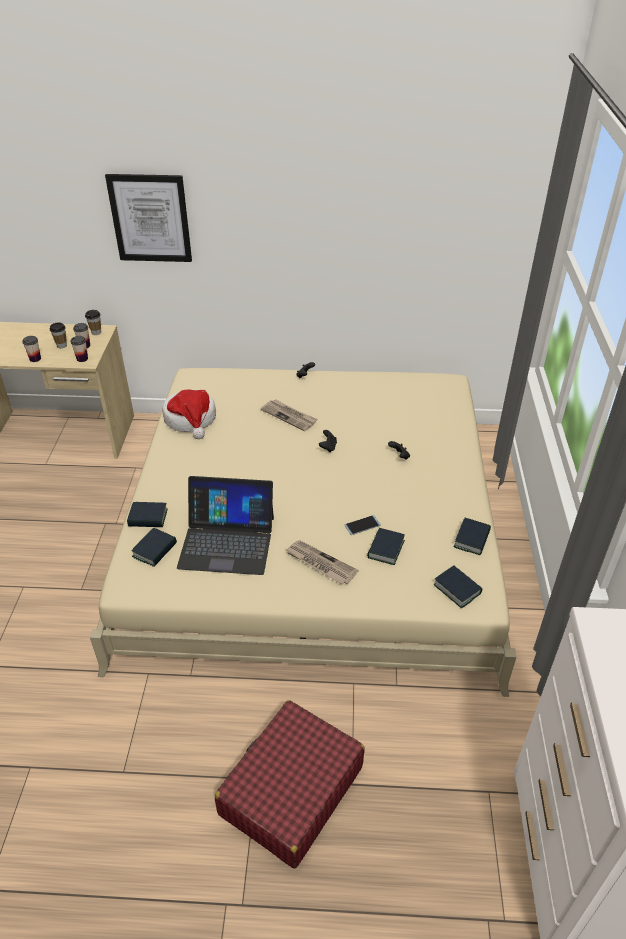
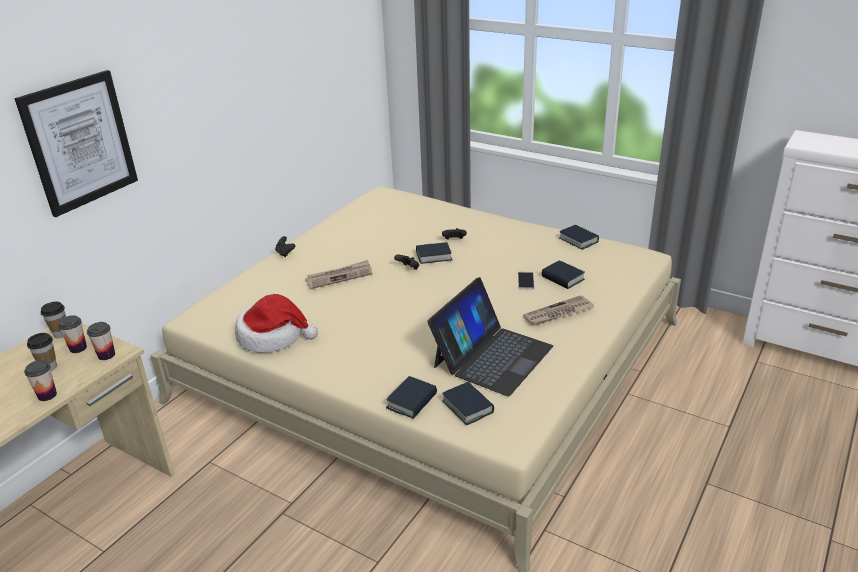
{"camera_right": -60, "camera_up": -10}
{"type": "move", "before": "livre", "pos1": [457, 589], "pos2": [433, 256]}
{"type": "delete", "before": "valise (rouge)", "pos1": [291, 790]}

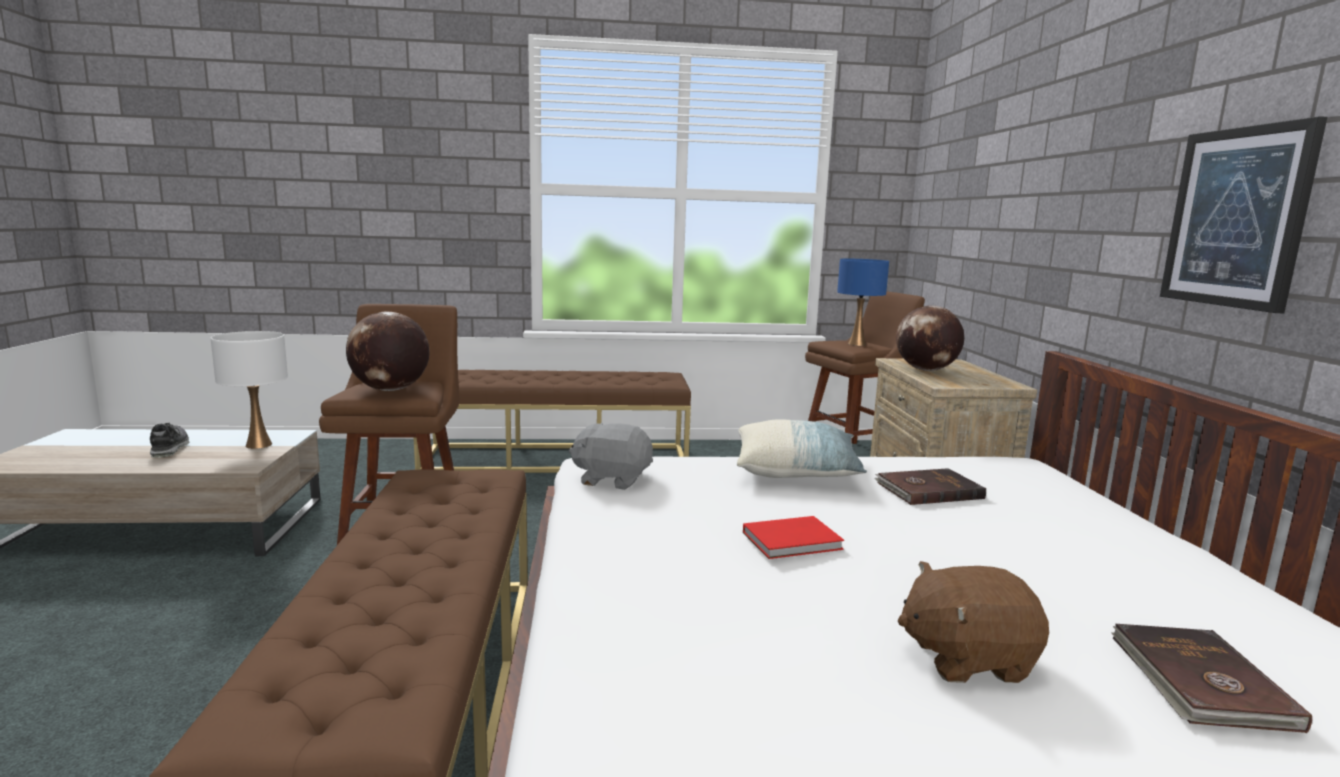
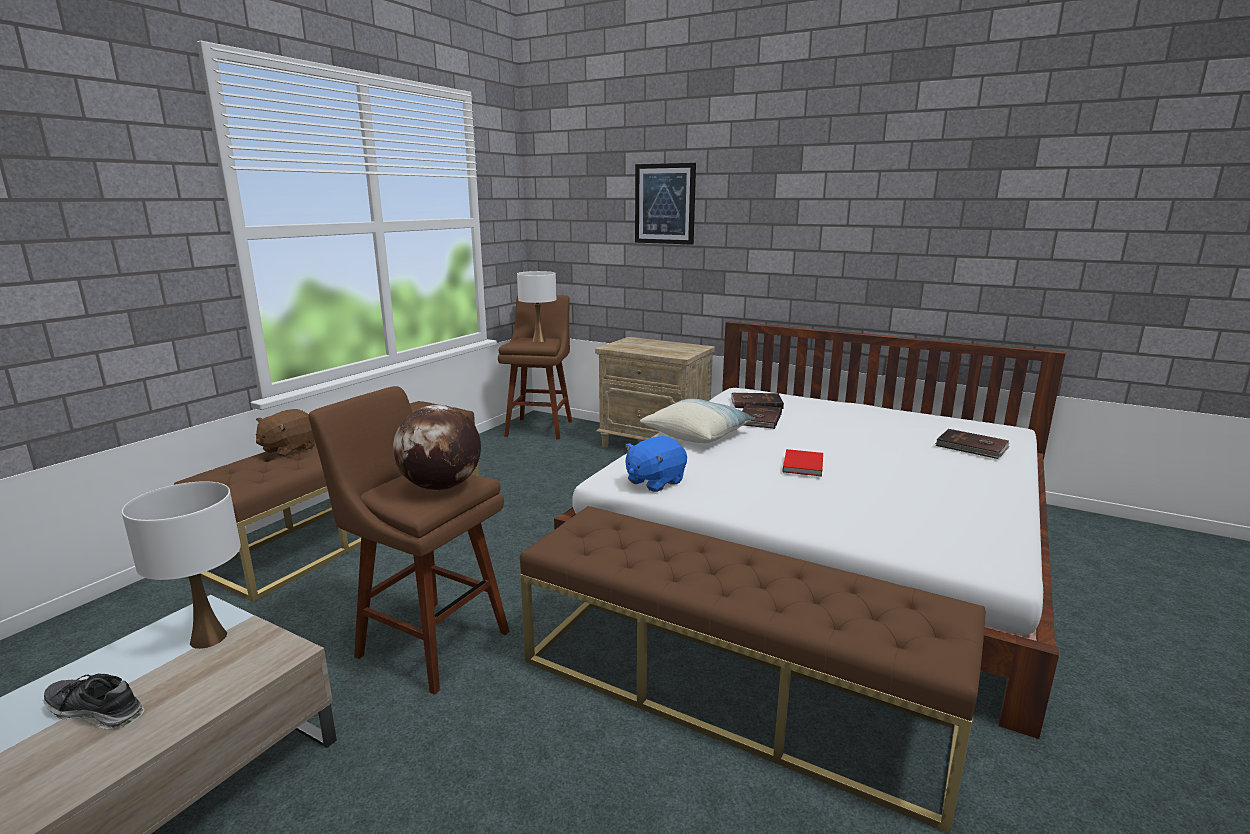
{"camera_right": -55, "camera_up": 5}
{"type": "move", "before": "tableau", "pos1": [1237, 217], "pos2": [665, 204]}
{"type": "recolor", "before": "lampe de table (bleu)", "after": "lampe de table (blanc)", "pos1": [857, 344], "pos2": [539, 340]}
{"type": "delete", "before": "globe", "pos1": [926, 370]}
{"type": "recolor", "before": "peluche (gris)", "after": "peluche (bleu)", "pos1": [612, 479], "pos2": [654, 481]}
{"type": "move", "before": "peluche (marron)", "pos1": [966, 658], "pos2": [289, 449]}
{"type": "insert", "after": "livre (marron)", "pos2": [756, 403]}

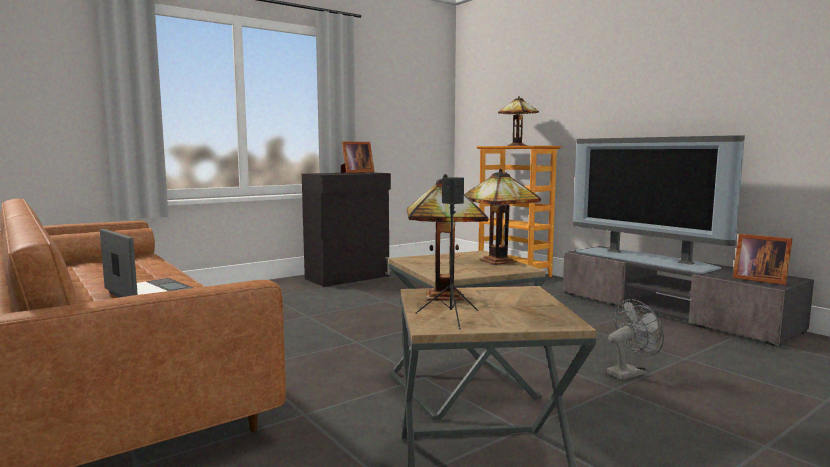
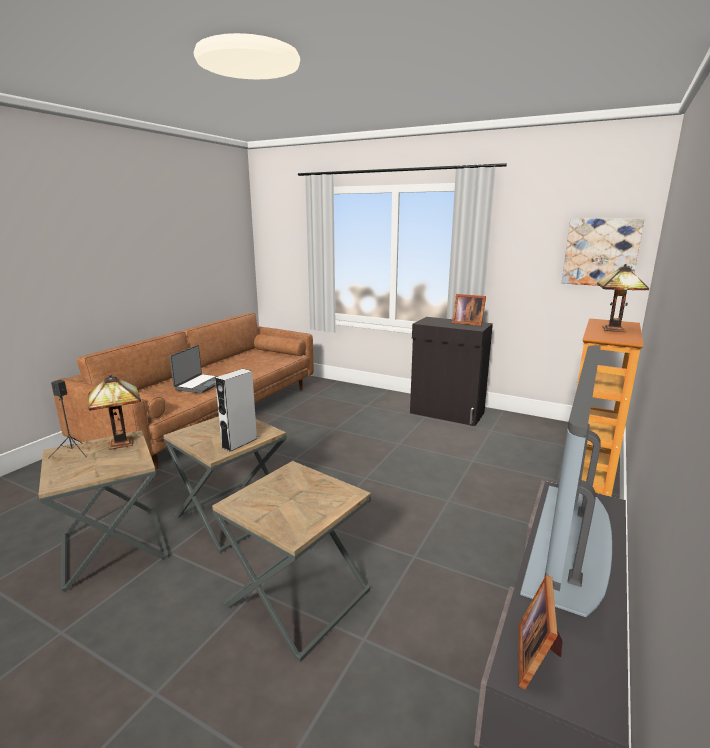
{"camera_right": 65, "camera_up": 10}
{"type": "replace", "before": "lampe de table", "after": "enceinte (gris)", "pos1": [498, 261], "pos2": [239, 443]}
{"type": "replace", "before": "ventilateur (gris)", "after": "table d'appoint (marron)", "pos1": [630, 372], "pos2": [298, 597]}
{"type": "insert", "after": "tableau", "pos2": [601, 252]}

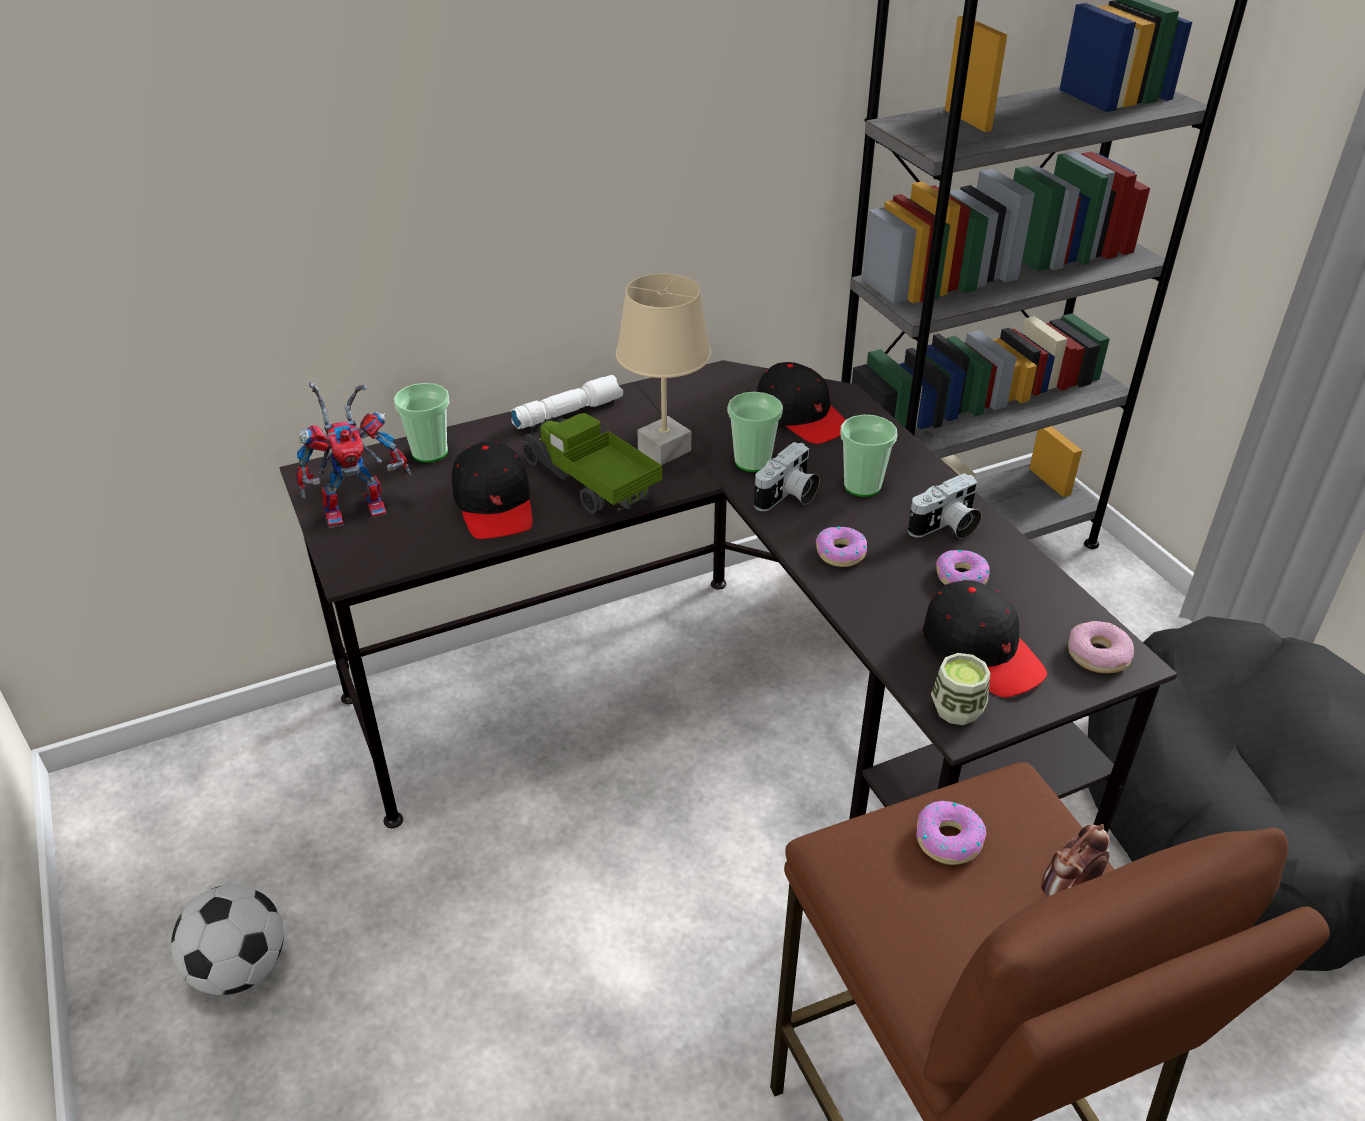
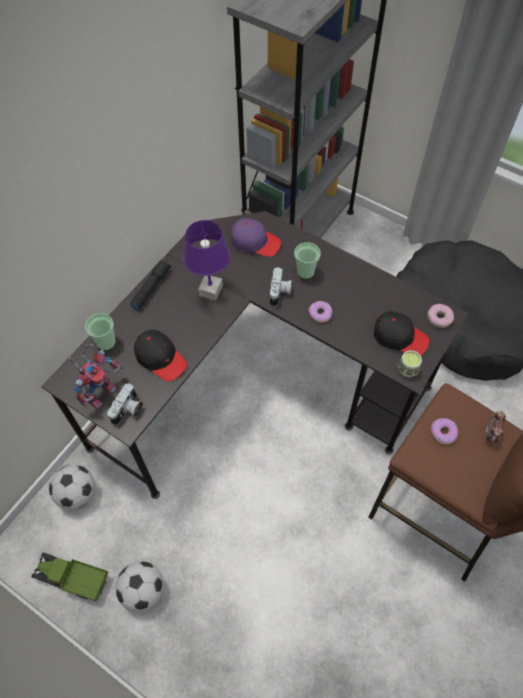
{"camera_right": -30, "camera_up": 20}
{"type": "recolor", "before": "lampe de table (beige)", "after": "lampe de table (violet)", "pos1": [664, 450], "pos2": [210, 290]}
{"type": "recolor", "before": "casquette (noir)", "after": "casquette (violet)", "pos1": [802, 416], "pos2": [255, 242]}
{"type": "recolor", "before": "lampe de poche (blanc)", "after": "lampe de poche (noir)", "pos1": [568, 412], "pos2": [151, 287]}
{"type": "delete", "before": "tasse", "pos1": [752, 461]}
{"type": "move", "before": "camion jouet", "pos1": [588, 483], "pos2": [73, 578]}
{"type": "move", "before": "appareil photo", "pos1": [946, 528], "pos2": [128, 410]}
{"type": "delete", "before": "beignet", "pos1": [961, 577]}
{"type": "insert", "after": "ballon de foot", "pos2": [77, 494]}

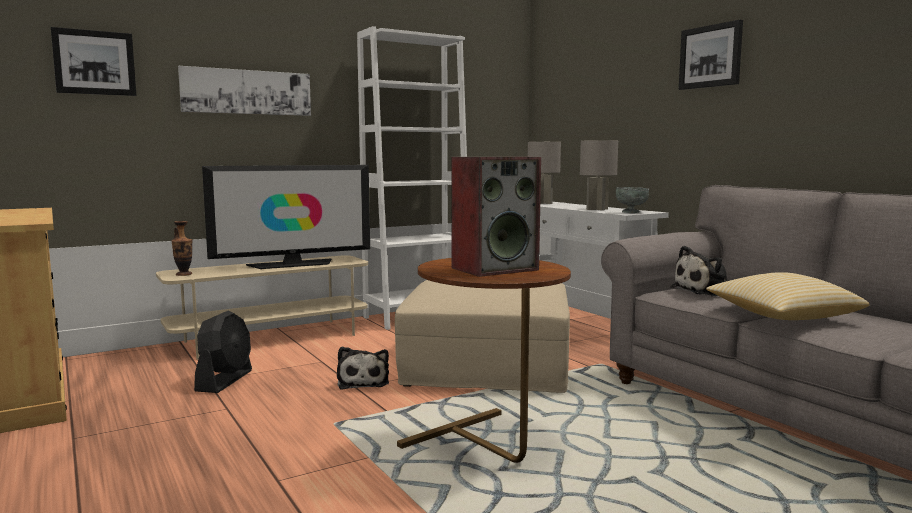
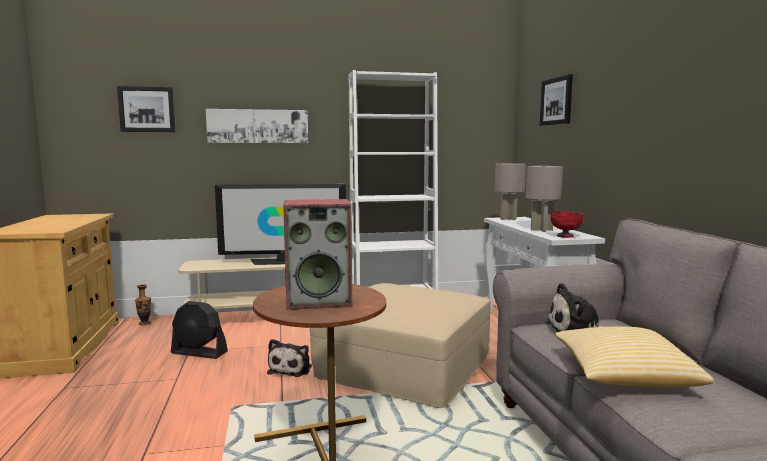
{"camera_right": 20, "camera_up": 0}
{"type": "move", "before": "tableau", "pos1": [710, 56], "pos2": [557, 101]}
{"type": "recolor", "before": "bol (gris)", "after": "bol (rouge)", "pos1": [631, 212], "pos2": [566, 236]}
{"type": "move", "before": "vase", "pos1": [184, 274], "pos2": [144, 323]}
{"type": "rotate", "before": "ventilateur (noir)", "pos1": [225, 380], "pos2": [199, 353], "turn": 75}

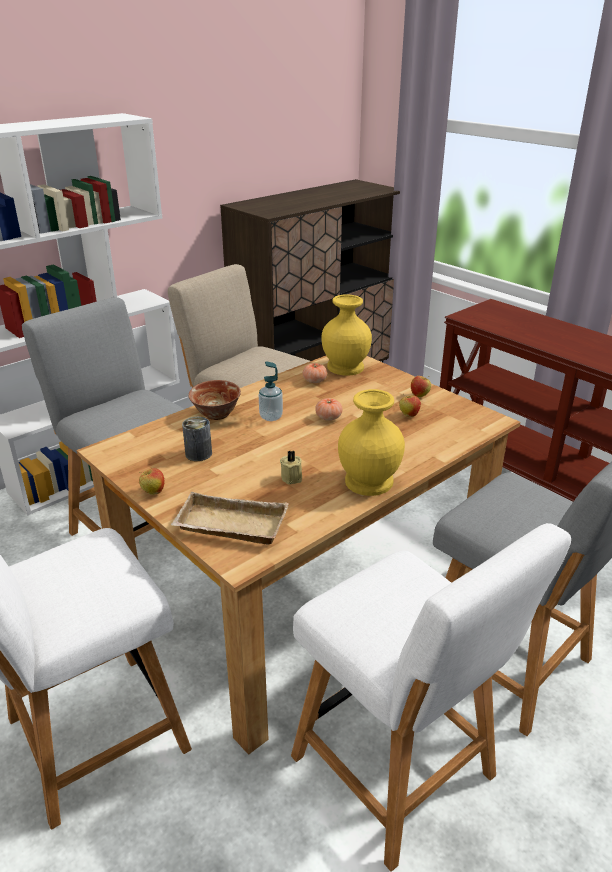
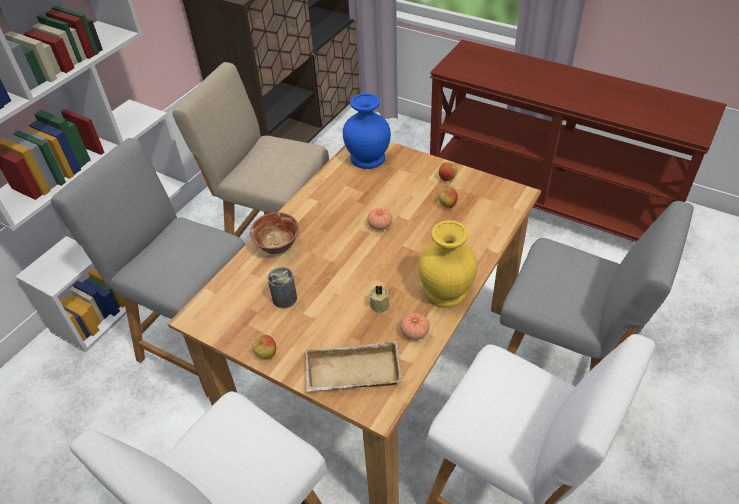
{"camera_right": -15, "camera_up": 15}
{"type": "recolor", "before": "vase (jaune)", "after": "vase (bleu)", "pos1": [346, 367], "pos2": [368, 158]}
{"type": "delete", "before": "distributeur de savon", "pos1": [271, 417]}
{"type": "move", "before": "tomate", "pos1": [314, 381], "pos2": [414, 332]}

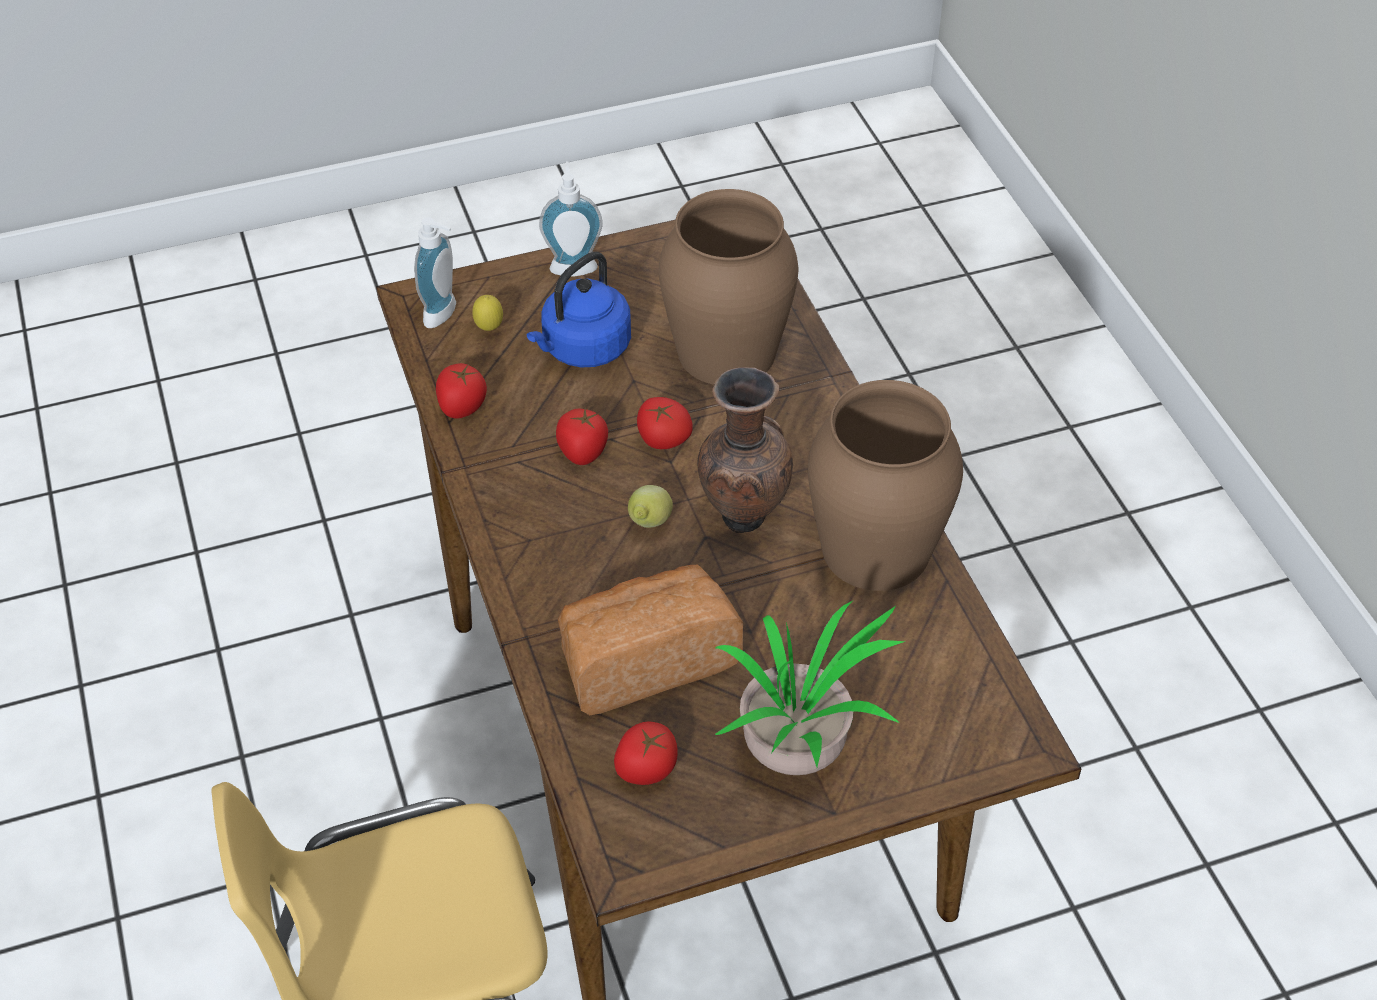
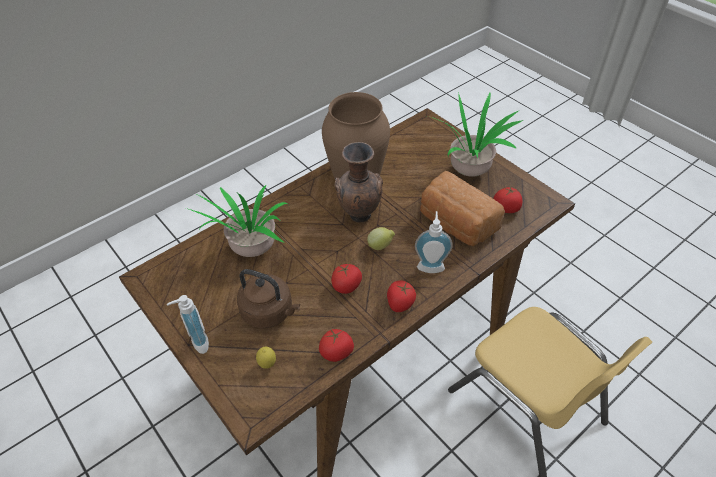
{"camera_right": -110, "camera_up": 0}
{"type": "replace", "before": "vase (marron)", "after": "plante en pot", "pos1": [727, 352], "pos2": [251, 251]}
{"type": "move", "before": "distributeur de savon", "pos1": [445, 315], "pos2": [430, 265]}
{"type": "recolor", "before": "bouilloire (bleu)", "after": "bouilloire (marron)", "pos1": [583, 349], "pos2": [270, 312]}
{"type": "move", "before": "tomate", "pos1": [663, 439], "pos2": [400, 304]}

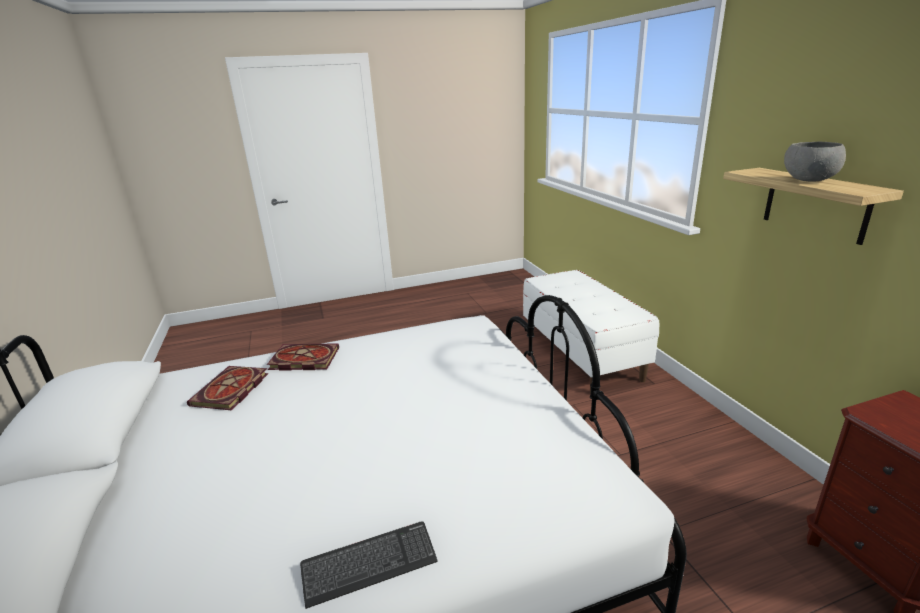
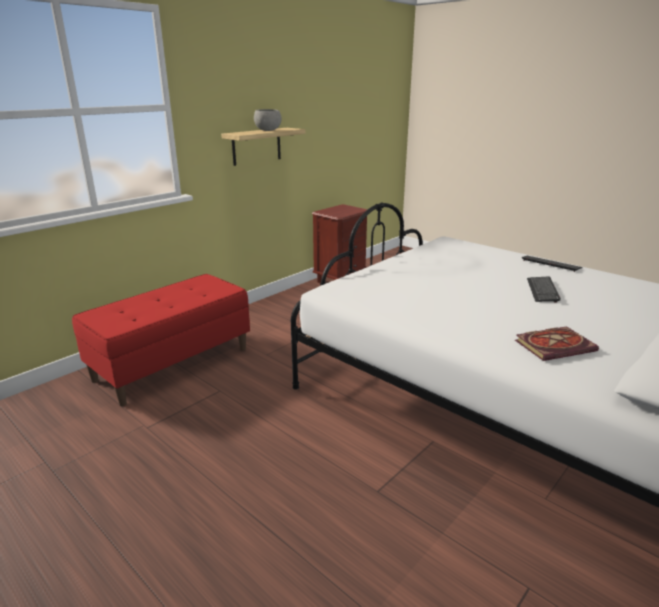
{"camera_right": -120, "camera_up": 0}
{"type": "recolor", "before": "banc (blanc)", "after": "banc (rouge)", "pos1": [581, 354], "pos2": [173, 364]}
{"type": "delete", "before": "livre", "pos1": [302, 360]}
{"type": "insert", "after": "clavier", "pos2": [542, 290]}

